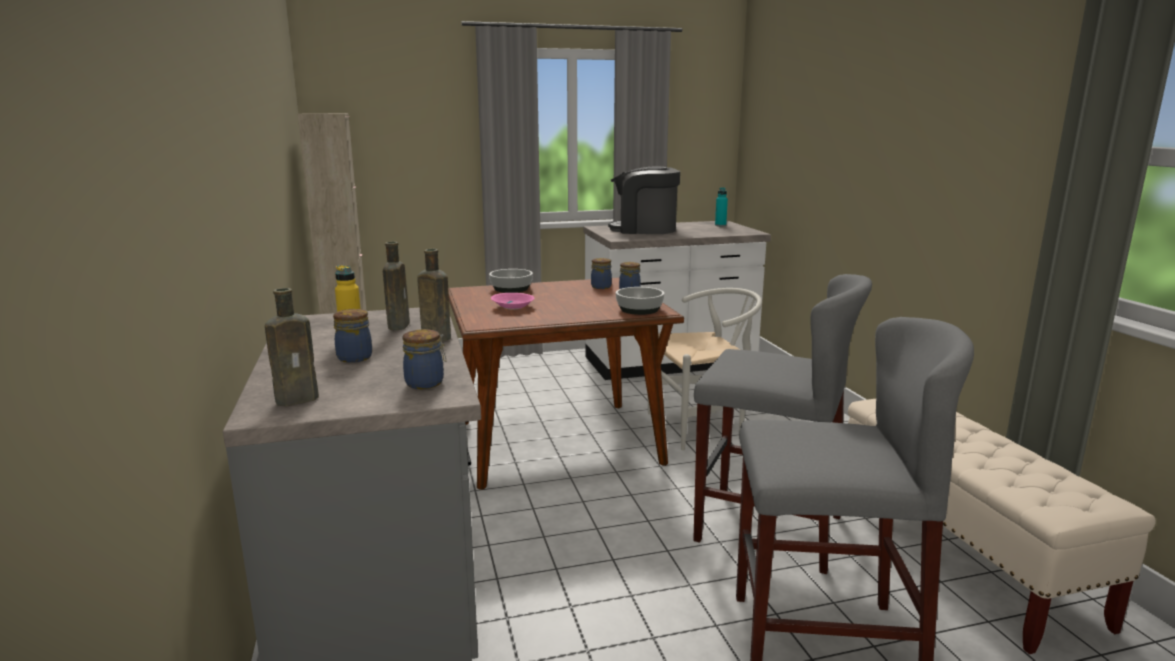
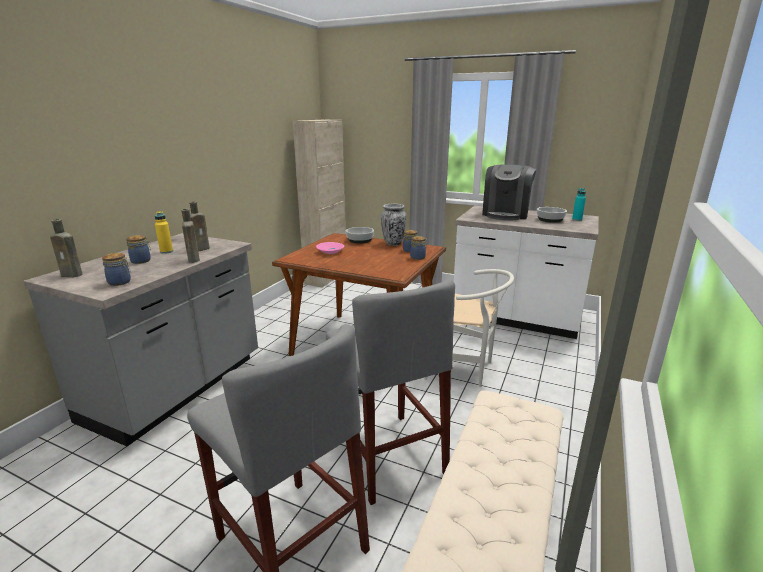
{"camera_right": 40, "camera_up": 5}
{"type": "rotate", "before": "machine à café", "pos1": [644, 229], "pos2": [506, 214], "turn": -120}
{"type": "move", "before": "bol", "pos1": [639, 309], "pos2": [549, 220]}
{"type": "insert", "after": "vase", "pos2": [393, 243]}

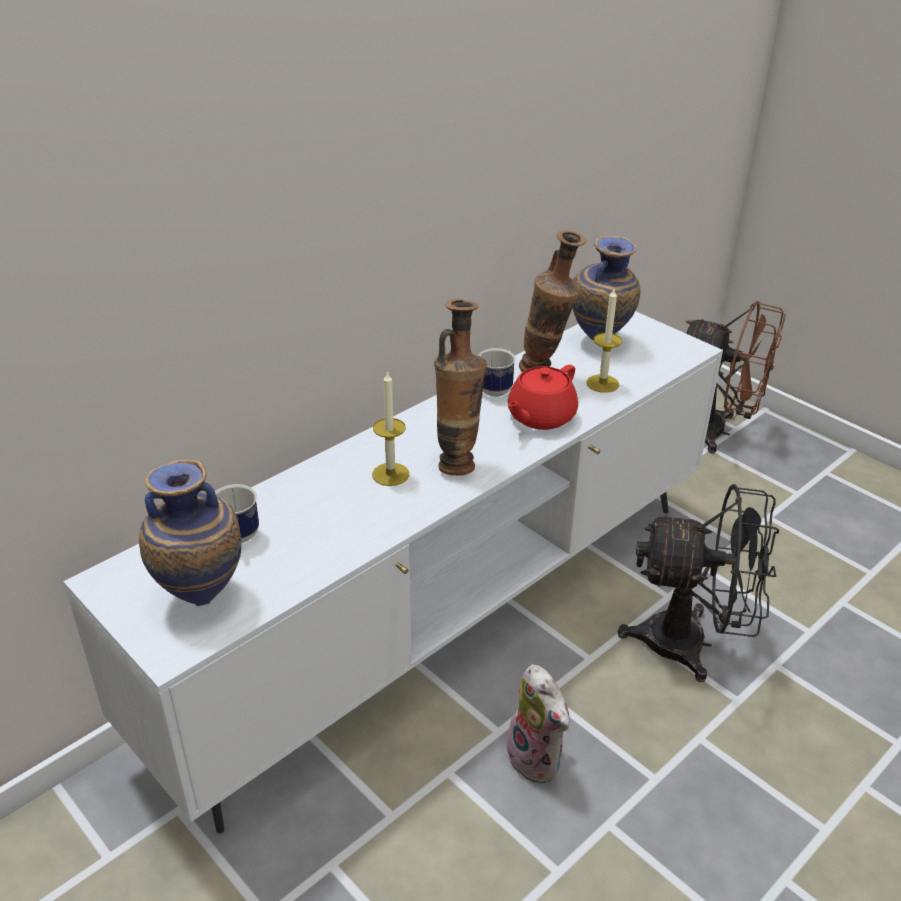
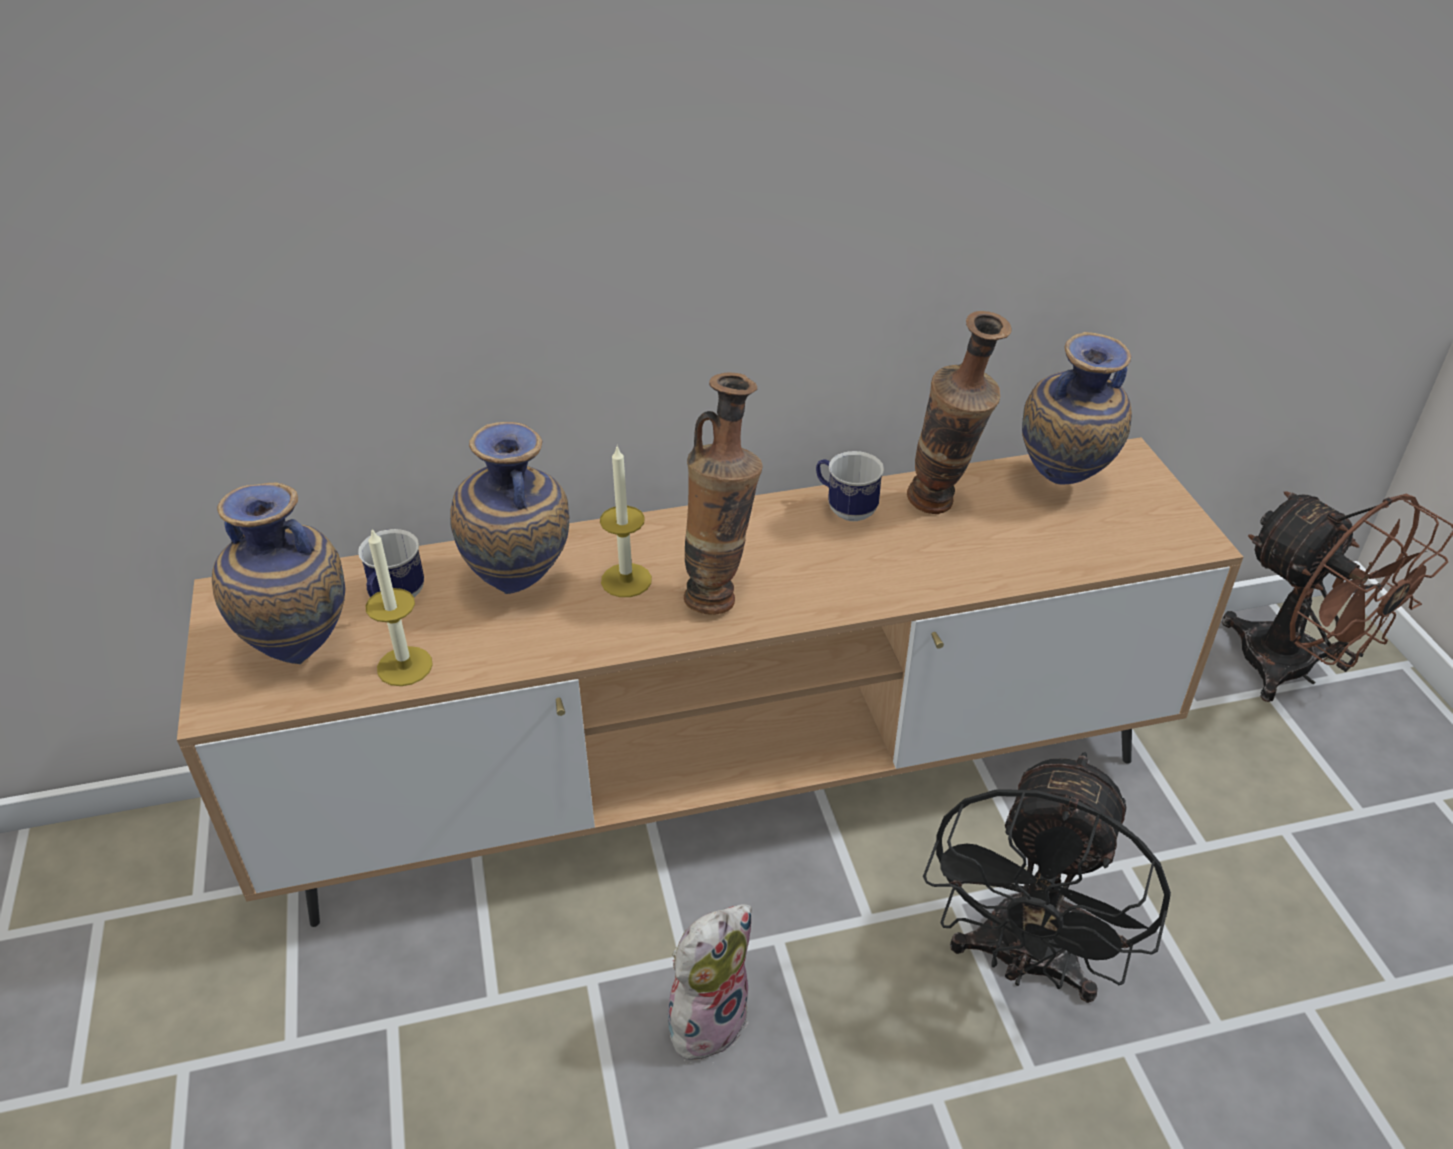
{"camera_right": 30, "camera_up": 5}
{"type": "move", "before": "bougie", "pos1": [602, 383], "pos2": [404, 666]}
{"type": "recolor", "before": "meuble télé (blanc)", "after": "meuble télé (marron)", "pos1": [445, 619], "pos2": [725, 787]}
{"type": "delete", "before": "théière (rouge)", "pos1": [540, 417]}
{"type": "rotate", "before": "ventilateur (noir)", "pos1": [692, 644], "pos2": [1023, 962], "turn": 75}
{"type": "rotate", "before": "peluche", "pos1": [538, 759], "pos2": [707, 1017], "turn": -135}
{"type": "insert", "after": "vase", "pos2": [521, 587]}

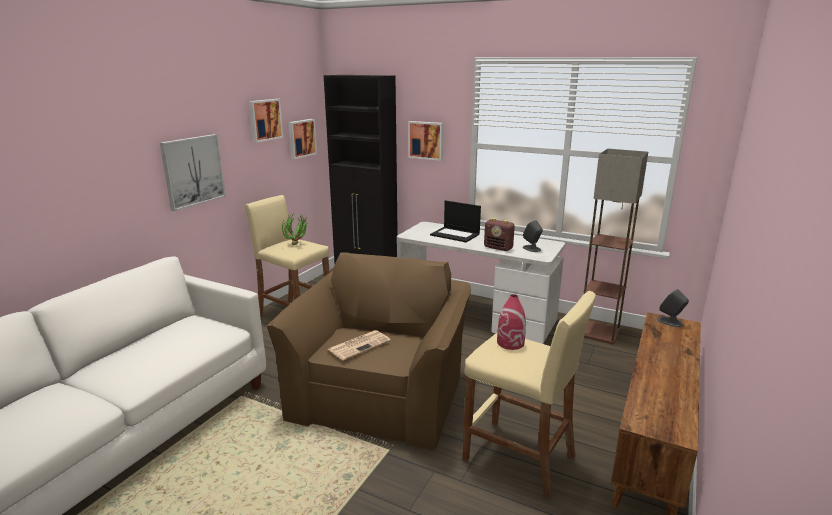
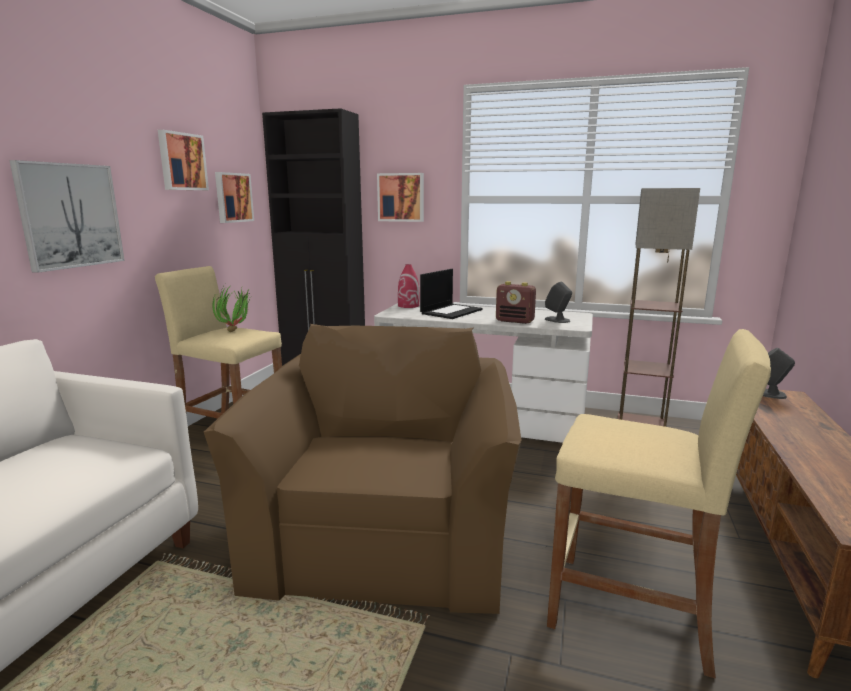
{"camera_right": -10, "camera_up": -5}
{"type": "rotate", "before": "ordinateur portable", "pos1": [455, 234], "pos2": [451, 311], "turn": -75}
{"type": "move", "before": "vase (rouge)", "pos1": [510, 343], "pos2": [409, 306]}
{"type": "delete", "before": "journal", "pos1": [359, 345]}

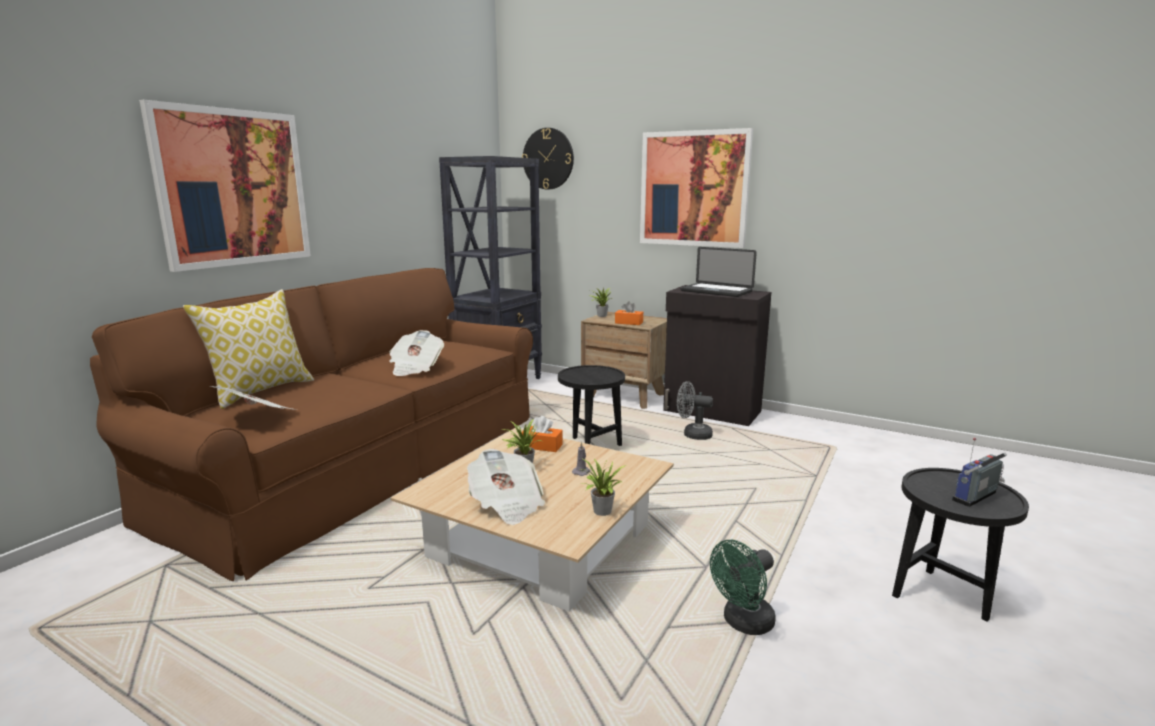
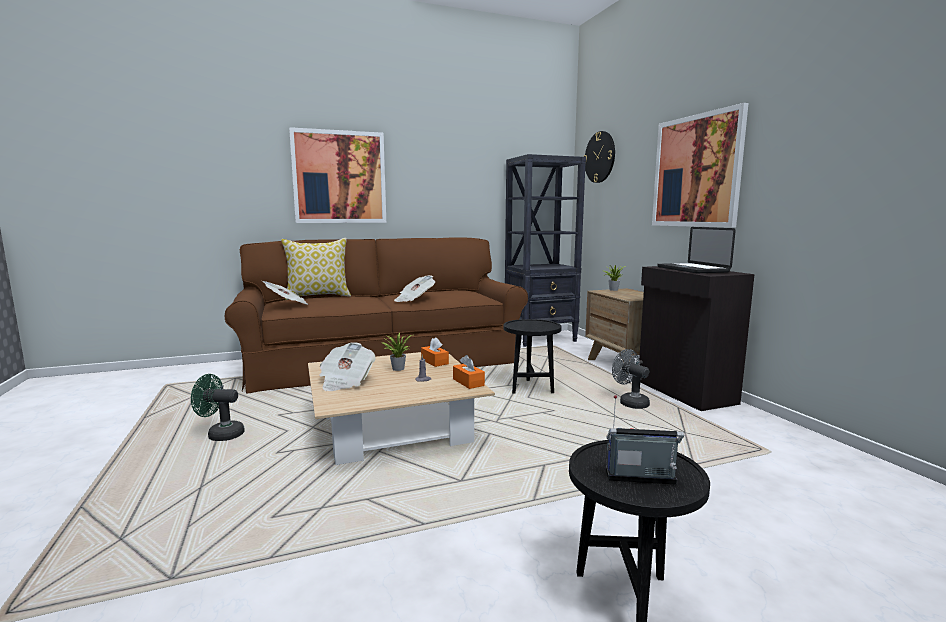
{"camera_right": 40, "camera_up": -5}
{"type": "move", "before": "boîte à mouchoirs (orange)", "pos1": [629, 323], "pos2": [468, 382]}
{"type": "delete", "before": "plante en pot", "pos1": [601, 512]}
{"type": "move", "before": "ventilateur (vert)", "pos1": [743, 623], "pos2": [220, 435]}

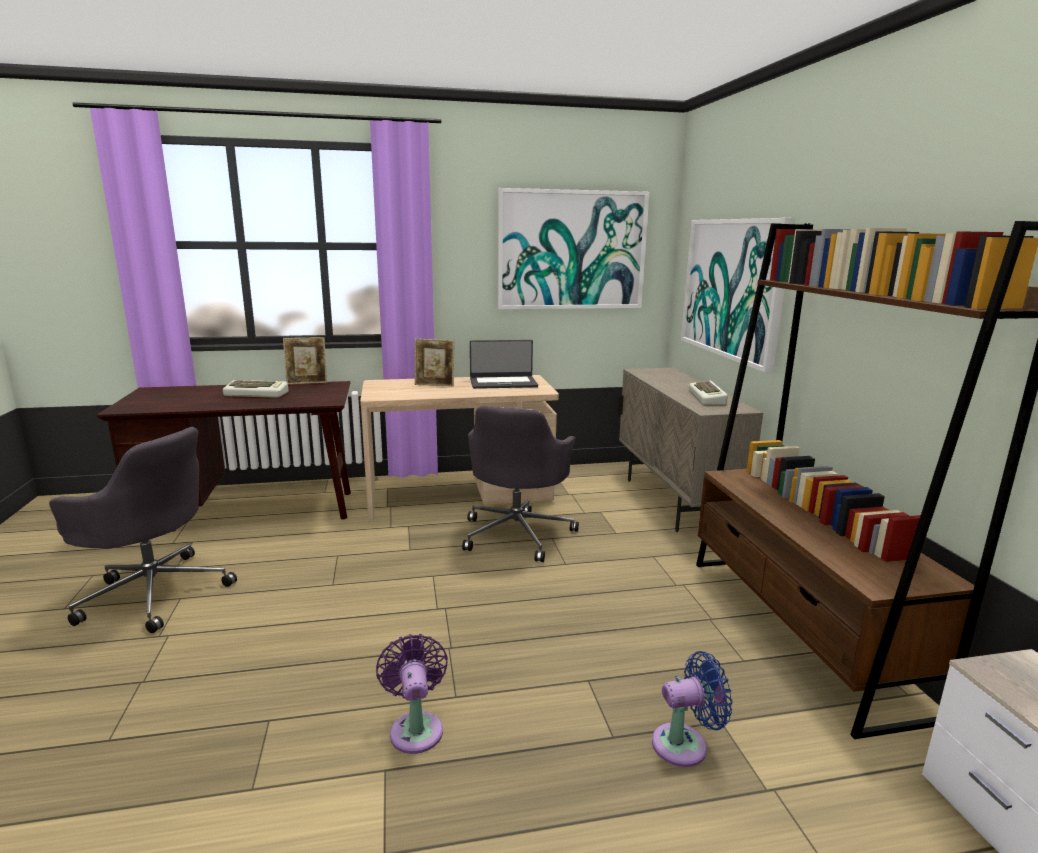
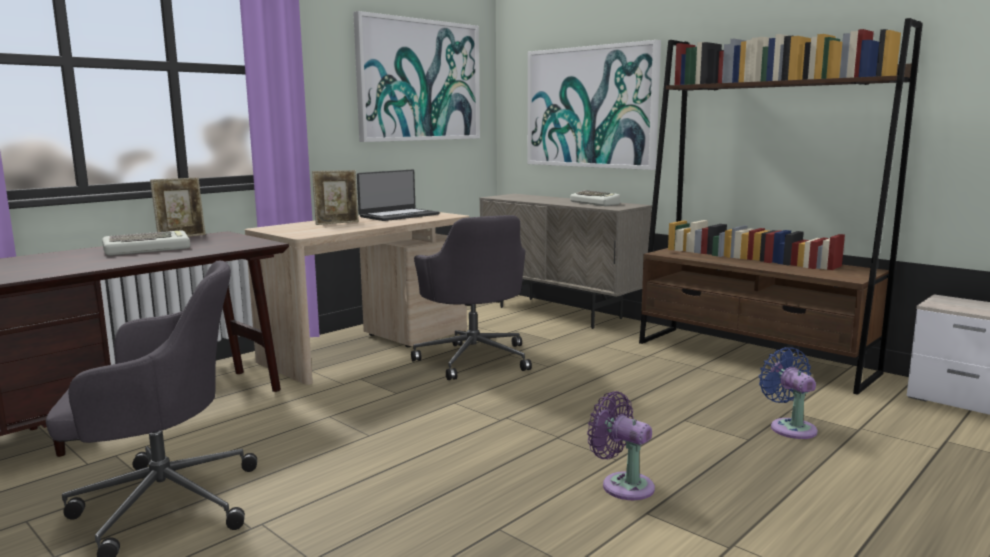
{"camera_right": -35, "camera_up": -5}
{"type": "rotate", "before": "ventilateur (bleu)", "pos1": [685, 744], "pos2": [790, 427], "turn": -60}

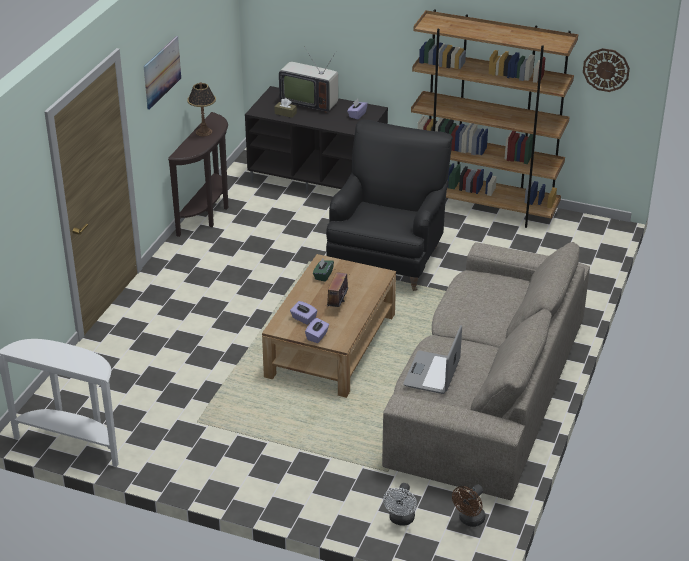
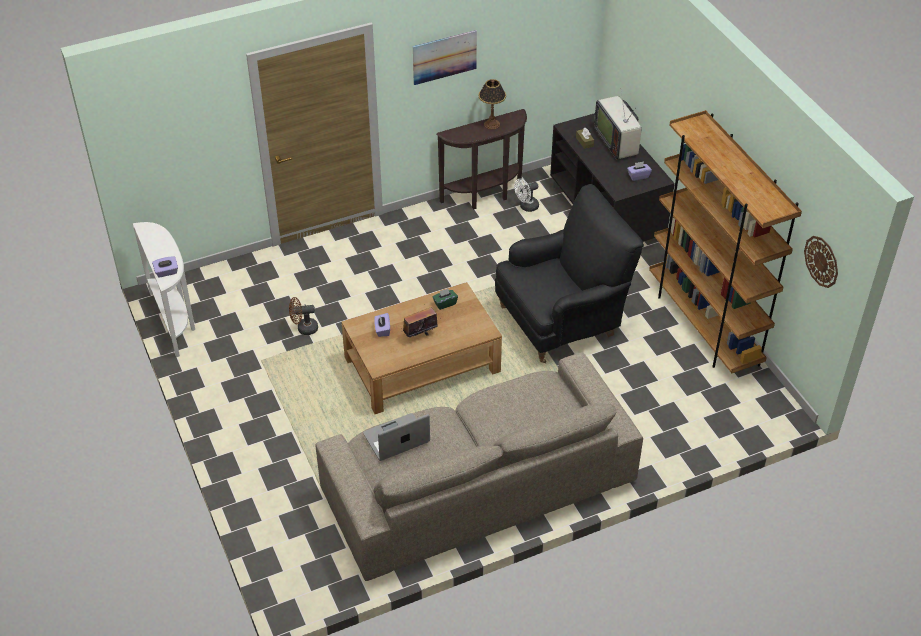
{"camera_right": 45, "camera_up": 10}
{"type": "move", "before": "boîte à mouchoirs (violet)", "pos1": [317, 336], "pos2": [166, 272]}
{"type": "move", "before": "ventilateur (blanc)", "pos1": [401, 520], "pos2": [526, 207]}
{"type": "move", "before": "ventilateur (marron)", "pos1": [469, 520], "pos2": [304, 328]}

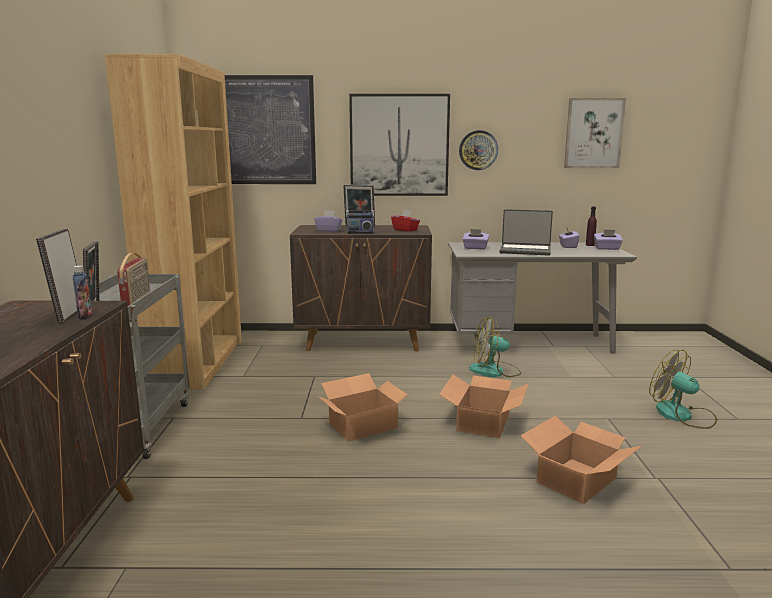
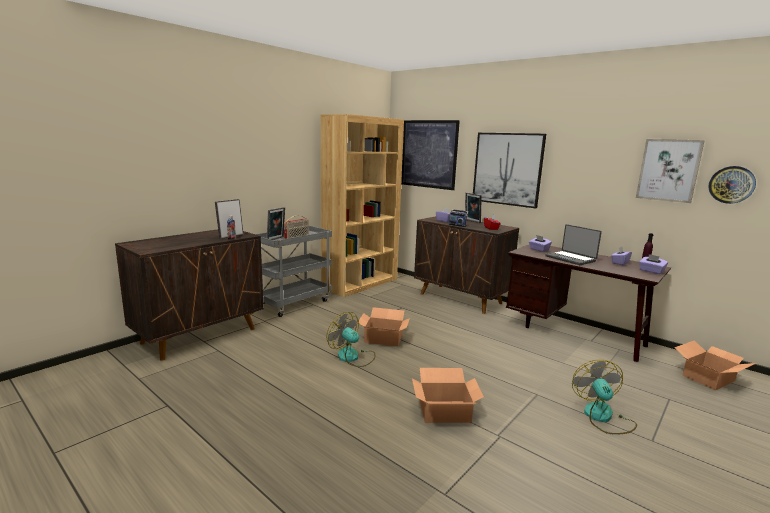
{"camera_right": 40, "camera_up": 0}
{"type": "move", "before": "horloge murale", "pos1": [478, 150], "pos2": [731, 184]}
{"type": "recolor", "before": "bureau (gris)", "after": "bureau (marron)", "pos1": [530, 343], "pos2": [574, 333]}
{"type": "move", "before": "ventilateur", "pos1": [494, 371], "pos2": [352, 357]}
{"type": "move", "before": "carton", "pos1": [484, 422], "pos2": [709, 378]}

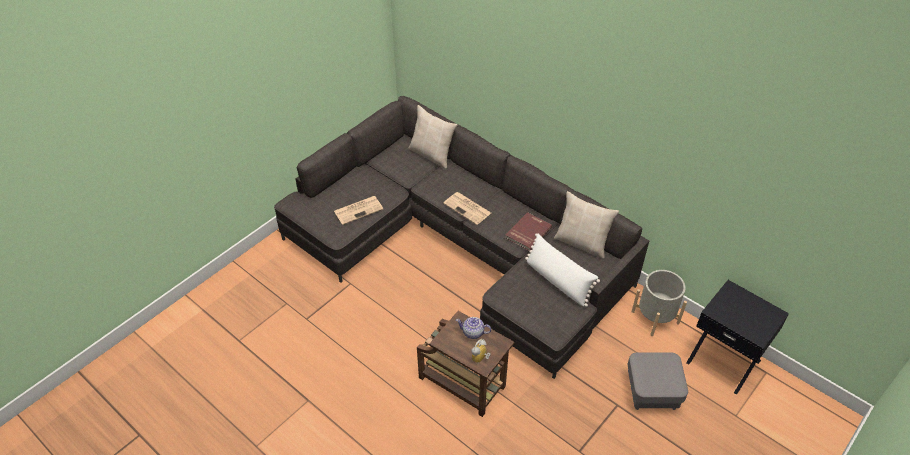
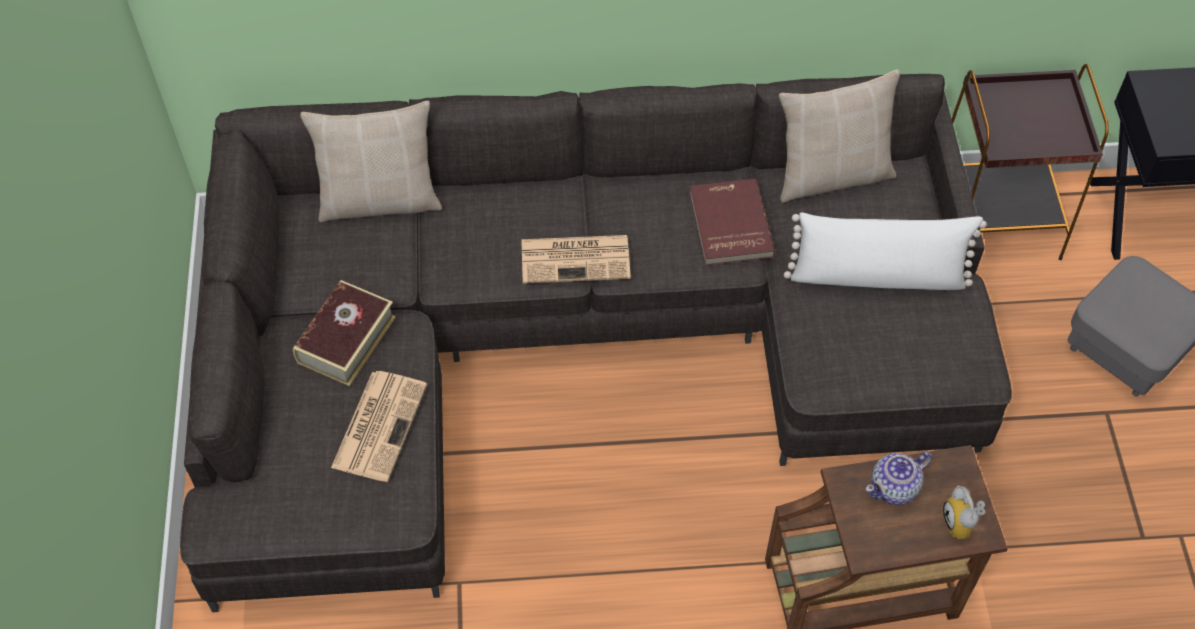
{"camera_right": -45, "camera_up": 10}
{"type": "replace", "before": "cache-pot (gris)", "after": "table d'appoint (marron)", "pos1": [655, 317], "pos2": [996, 219]}
{"type": "insert", "after": "livre", "pos2": [346, 339]}

